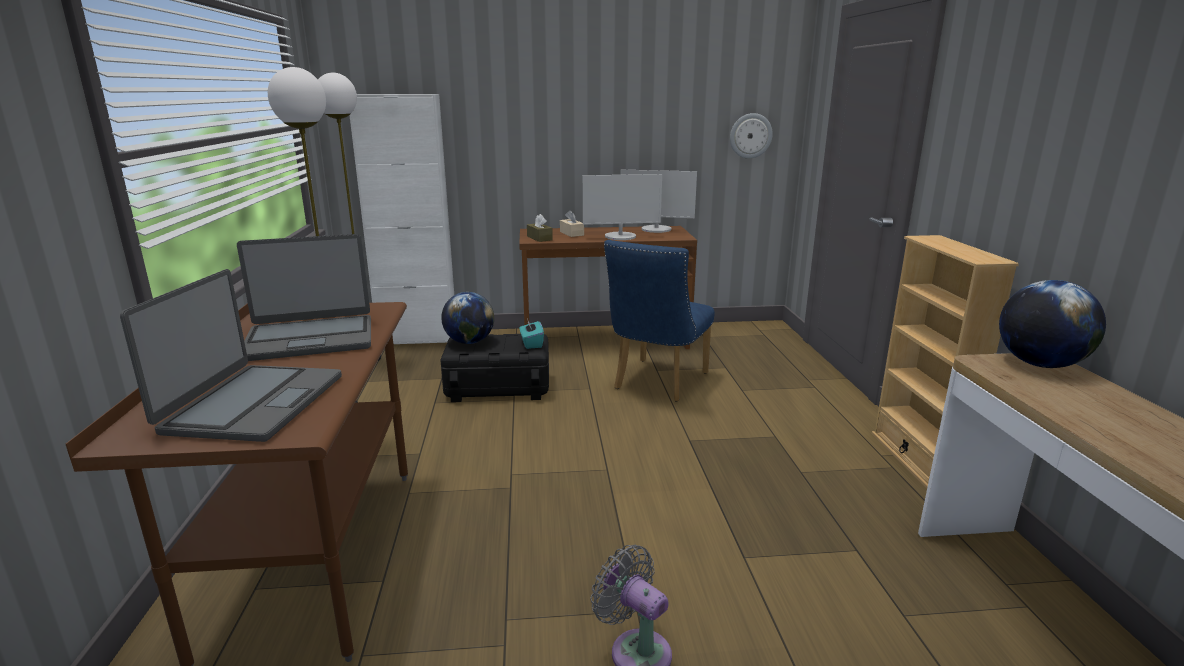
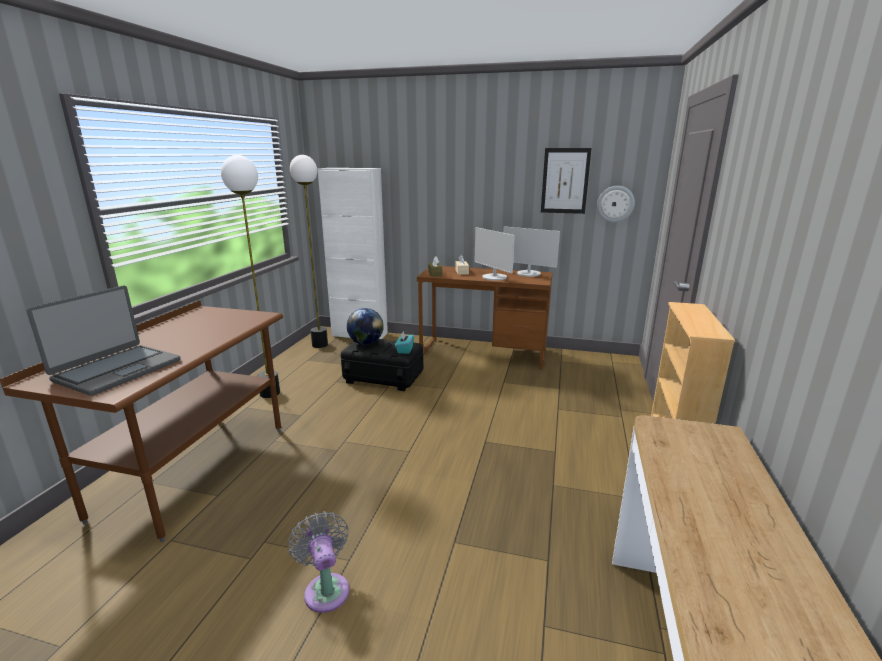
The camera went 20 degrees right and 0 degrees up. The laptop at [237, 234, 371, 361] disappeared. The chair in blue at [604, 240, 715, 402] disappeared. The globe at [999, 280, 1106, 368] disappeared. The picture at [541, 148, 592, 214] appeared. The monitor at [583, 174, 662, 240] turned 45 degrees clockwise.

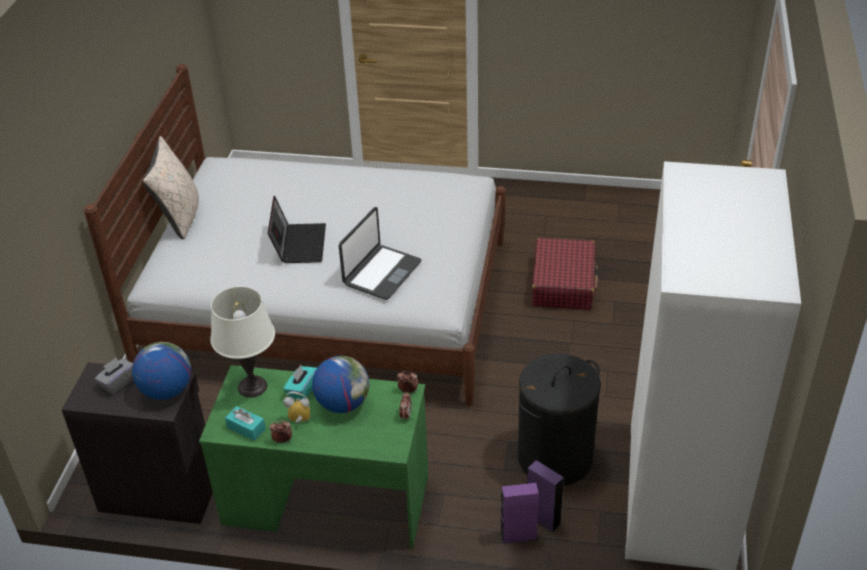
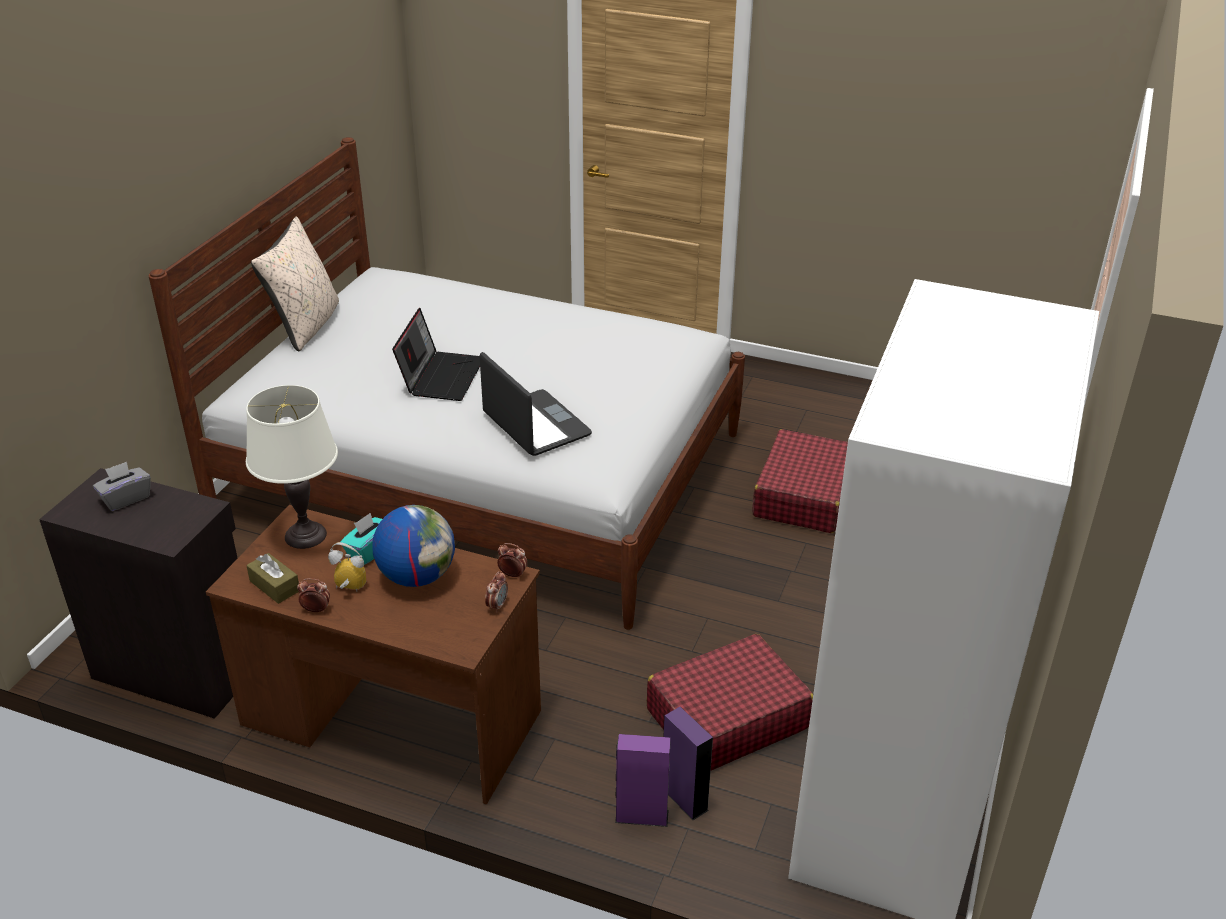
The camera went 10 degrees right and 5 degrees down. The globe at [132, 342, 191, 400] disappeared. The laundry basket in black at [518, 354, 601, 486] was replaced by the suitcase in red at [647, 634, 813, 770]. The desk in green at [199, 365, 428, 548] became the desk in brown at [206, 505, 541, 804]. The tissue box in turquoise at [225, 406, 266, 441] became the tissue box in brown at [246, 553, 299, 604]. The laptop at [339, 207, 422, 300] turned 75 degrees counterclockwise.

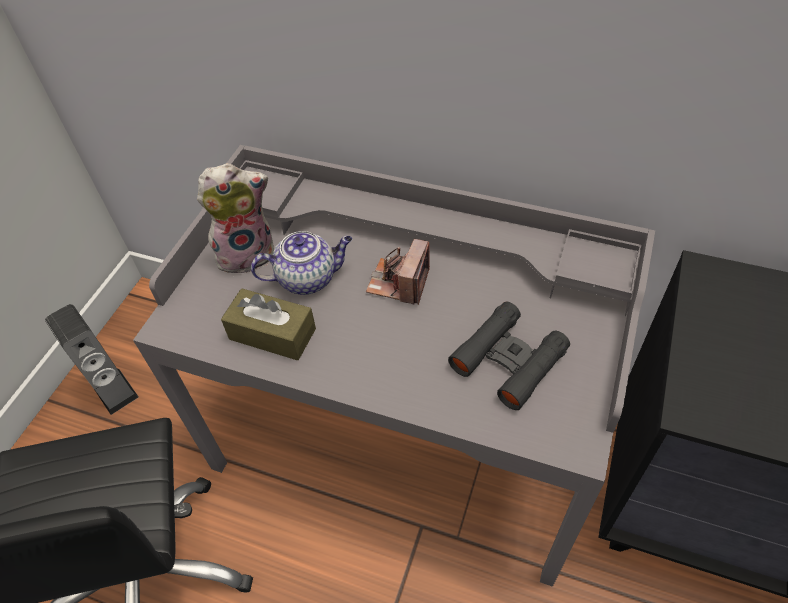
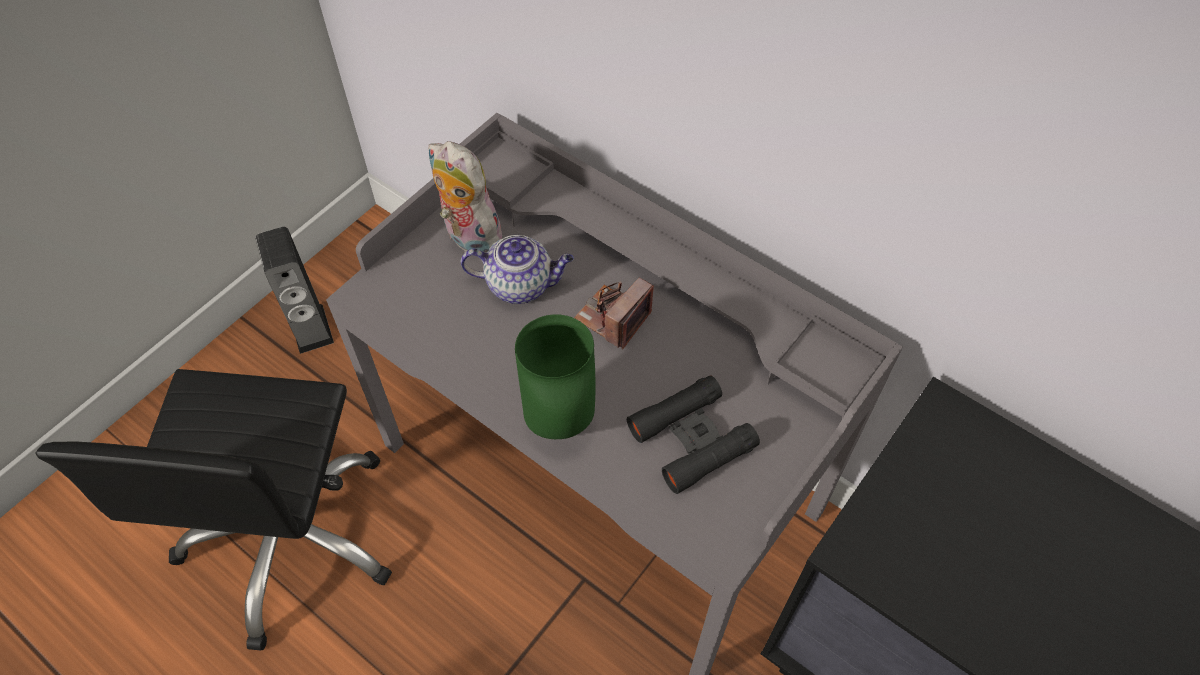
The camera went 15 degrees right and 5 degrees up. The tissue box in brown at [221, 288, 316, 360] disappeared. The vase in green at [515, 314, 596, 439] appeared. The plush toy at [197, 163, 274, 277] turned 135 degrees counterclockwise.

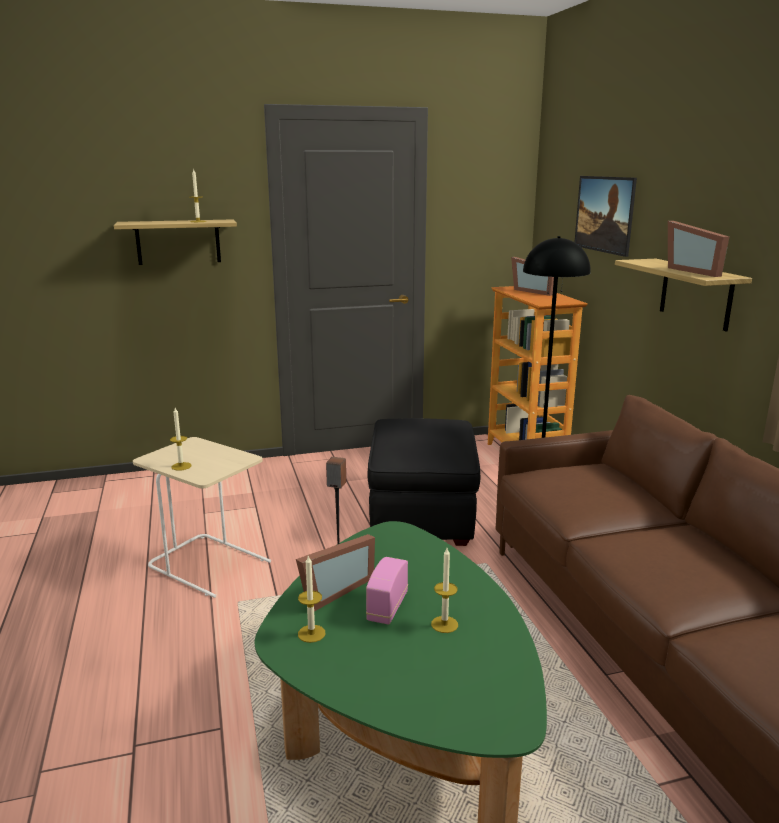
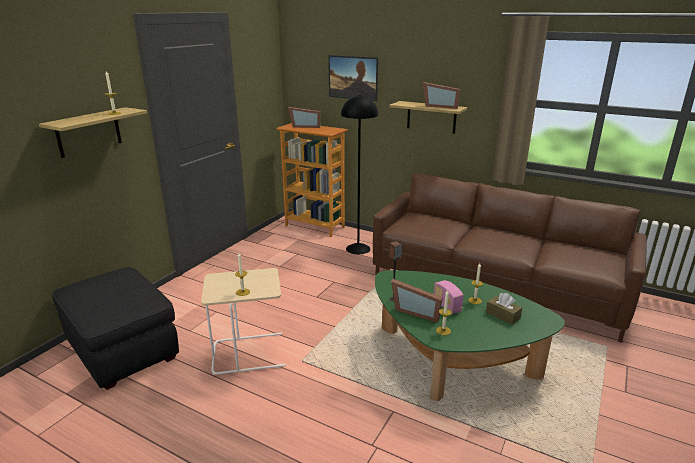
The camera went 45 degrees left and 5 degrees up. The tissue box in brown at [486, 293, 522, 325] appeared. The ottoman in black moved from [367, 418, 480, 546] to [52, 267, 179, 390]. The picture frame at [296, 534, 375, 612] turned 120 degrees clockwise.

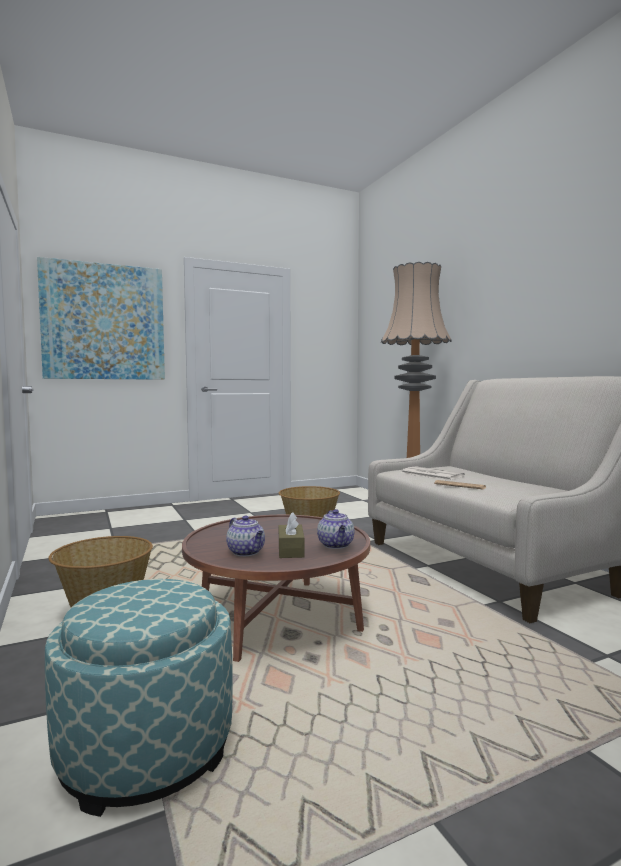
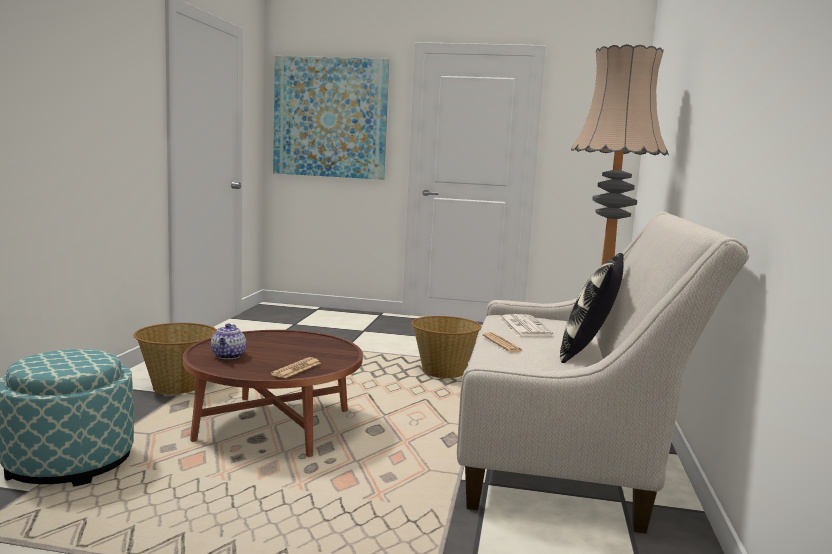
The camera went 35 degrees right and 5 degrees up. The tissue box in brown at [279, 512, 304, 558] disappeared. The pillow at [560, 253, 624, 363] appeared. The teapot at [317, 509, 355, 549] was replaced by the newspaper at [271, 357, 320, 378].

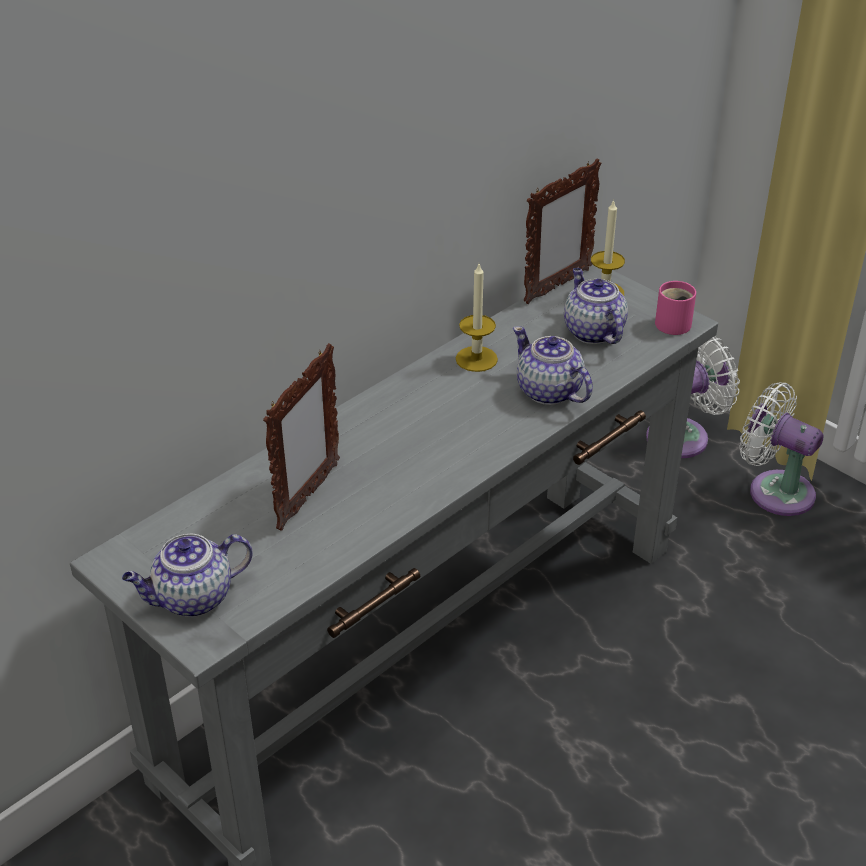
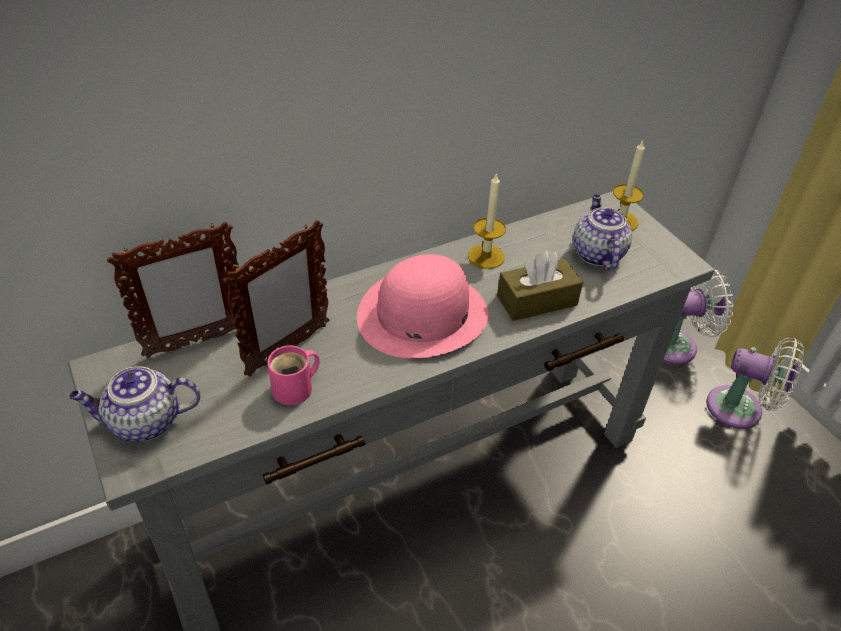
The camera went 15 degrees right and 5 degrees up. The hat in pink at [357, 254, 488, 358] appeared. The picture frame moved from [524, 159, 601, 304] to [107, 222, 244, 358]. The mug in pink moved from [655, 281, 696, 335] to [267, 345, 320, 405]. The teapot at [513, 326, 593, 405] was replaced by the tissue box in brown at [497, 251, 583, 321]. The fan in white at [739, 382, 824, 516] turned 150 degrees clockwise.

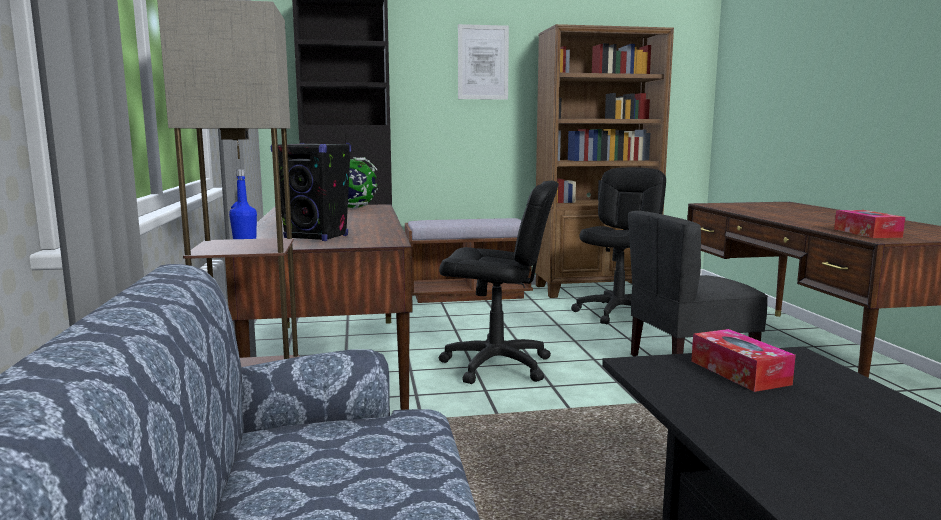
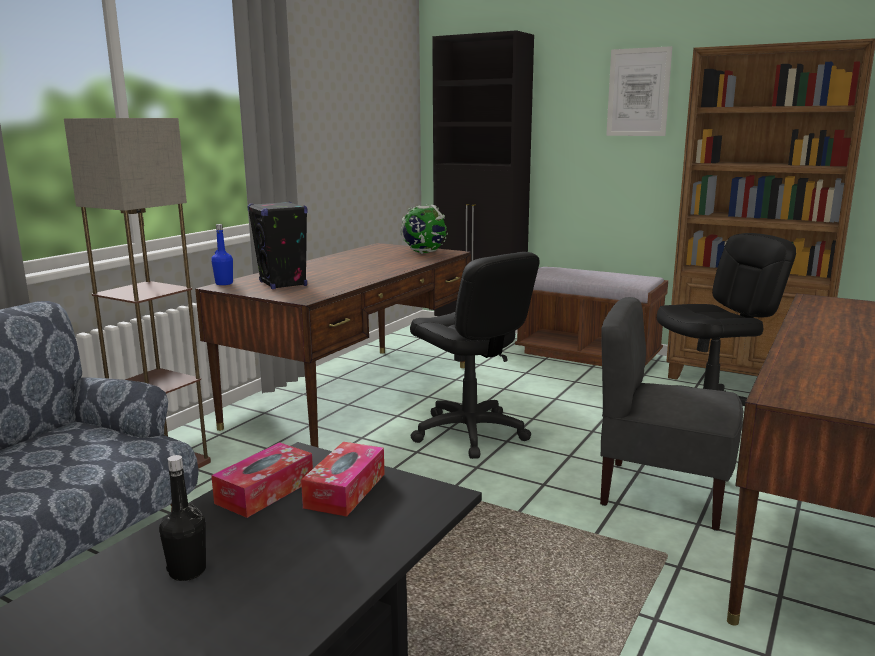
The camera went 40 degrees right and 5 degrees up. The bottle in black at [159, 455, 206, 581] appeared. The tissue box moved from [834, 210, 905, 238] to [211, 442, 313, 518].

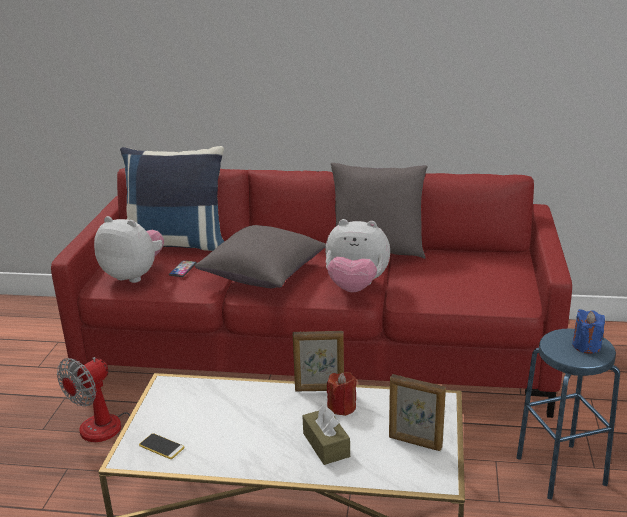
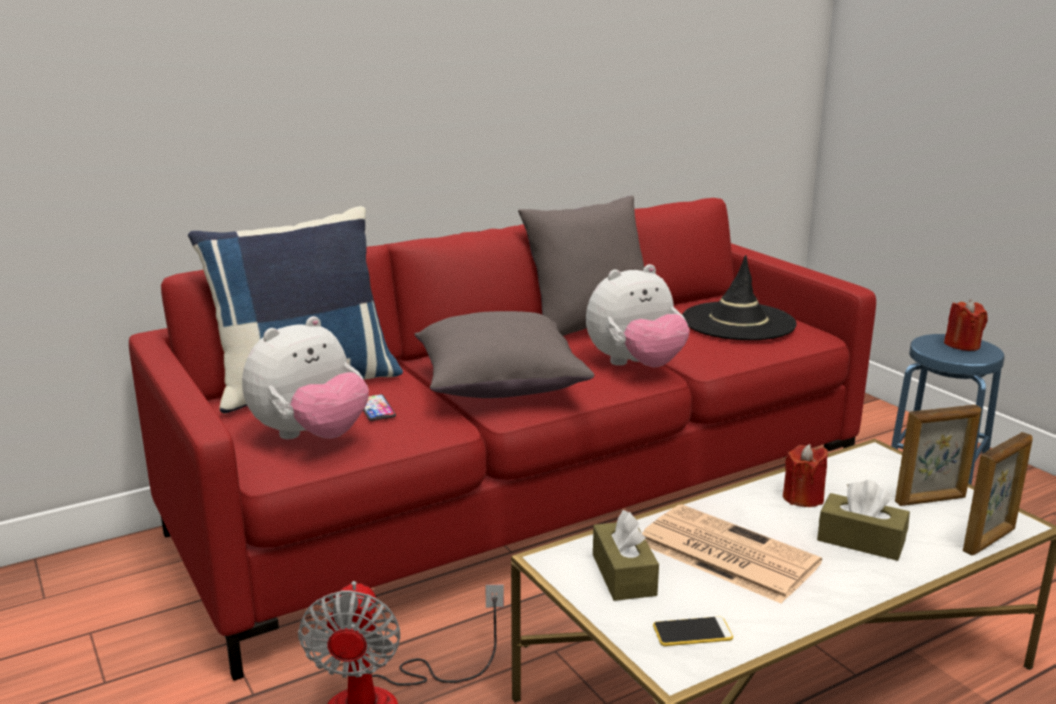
The camera went 40 degrees left and 5 degrees down. The tissue box in brown at [593, 510, 659, 601] appeared. The newspaper at [642, 504, 822, 604] appeared. The hat in black at [682, 255, 797, 340] appeared. The picture frame moved from [293, 331, 344, 391] to [963, 432, 1033, 555]. The candle in blue at [572, 309, 605, 354] became the candle in red at [944, 299, 988, 351]. The plush toy at [94, 216, 164, 283] turned 150 degrees clockwise.

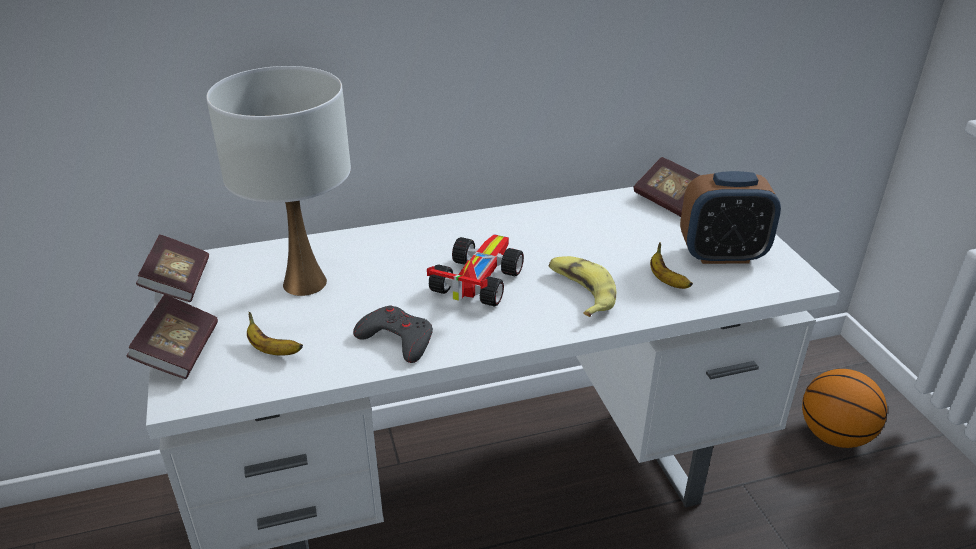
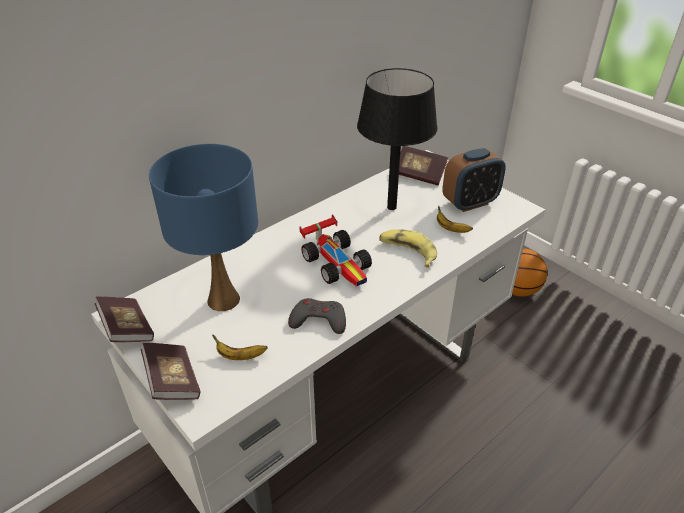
The camera went 25 degrees left and 5 degrees up. The table lamp in black at [357, 68, 438, 210] appeared. The table lamp in white at [206, 66, 351, 296] became the table lamp in blue at [149, 144, 258, 311]. The toy car at [427, 234, 524, 306] turned 150 degrees clockwise.

